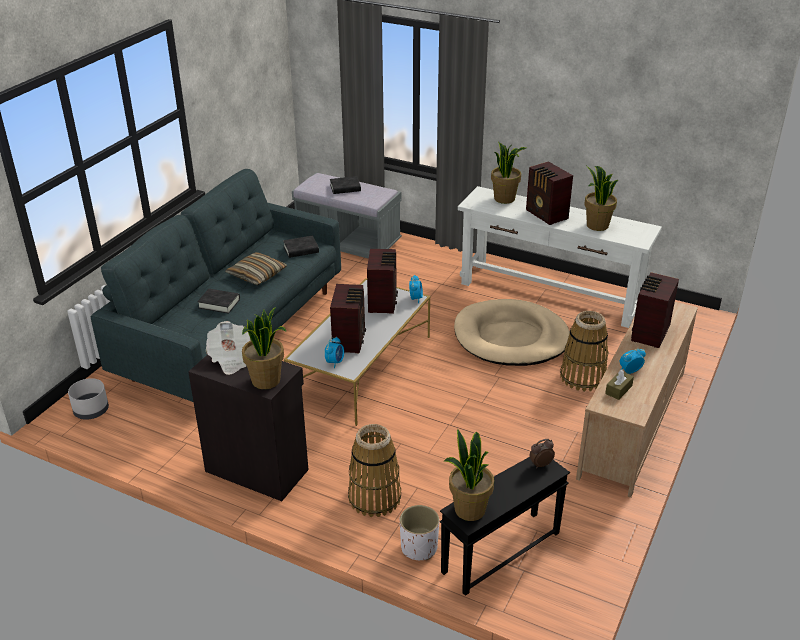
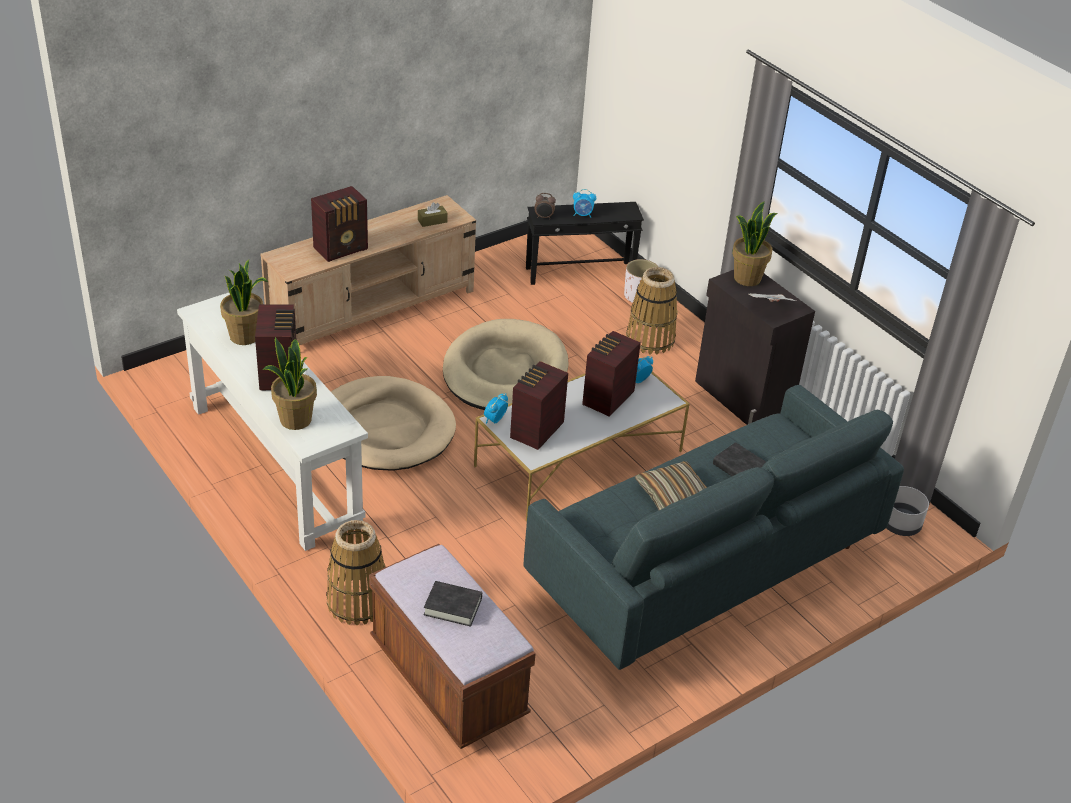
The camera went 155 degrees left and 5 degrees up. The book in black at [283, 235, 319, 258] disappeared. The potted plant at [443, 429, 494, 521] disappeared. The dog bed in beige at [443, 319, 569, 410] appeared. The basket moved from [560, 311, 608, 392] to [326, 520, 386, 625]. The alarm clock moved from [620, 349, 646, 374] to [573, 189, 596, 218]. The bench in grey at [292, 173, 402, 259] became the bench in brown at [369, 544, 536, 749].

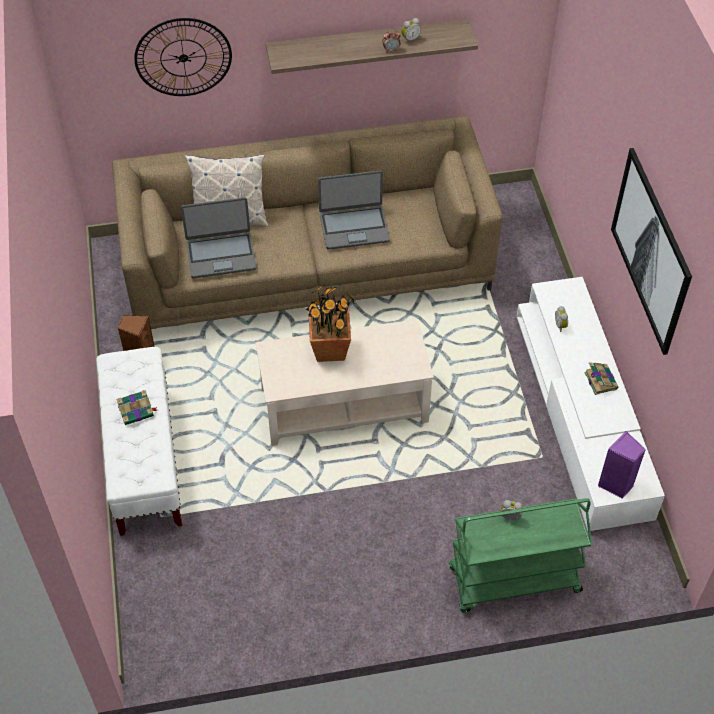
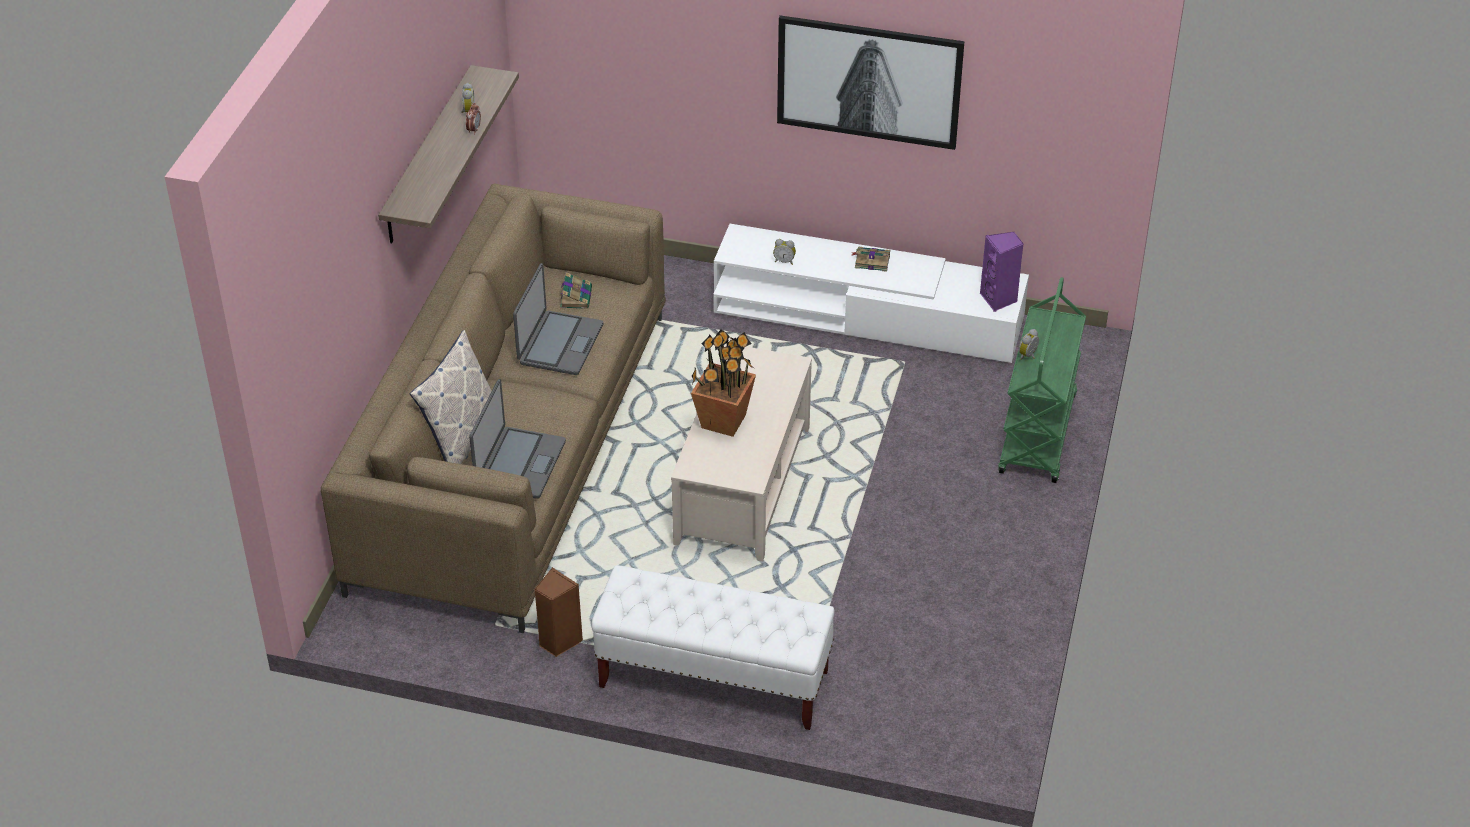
The camera went 65 degrees left and 10 degrees down. The wall clock at [134, 18, 232, 96] disappeared. The book moved from [116, 390, 157, 425] to [560, 272, 592, 309].

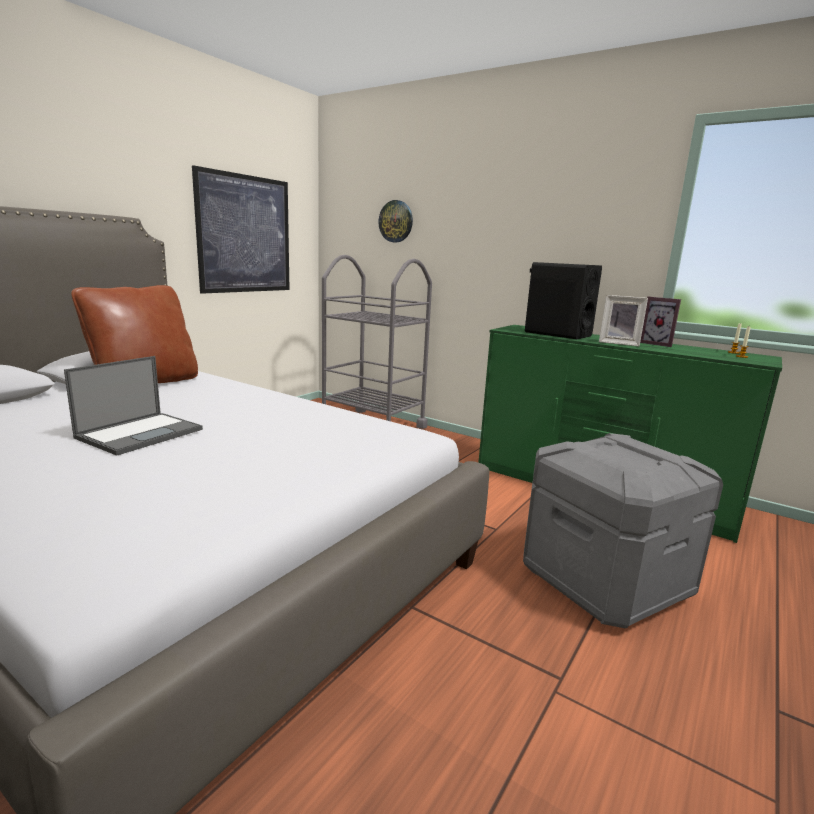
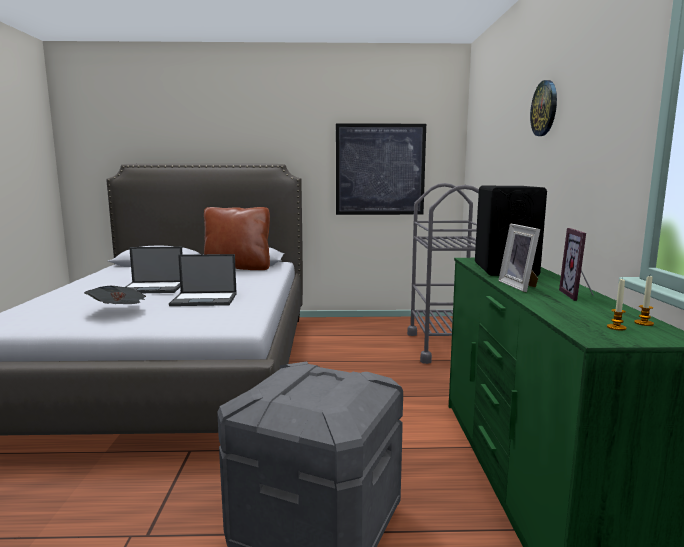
The camera went 55 degrees right and 5 degrees down. The newspaper at [84, 286, 146, 304] appeared. The laptop at [169, 254, 237, 306] appeared. The wall clock moved from [378, 200, 413, 242] to [530, 80, 557, 136].

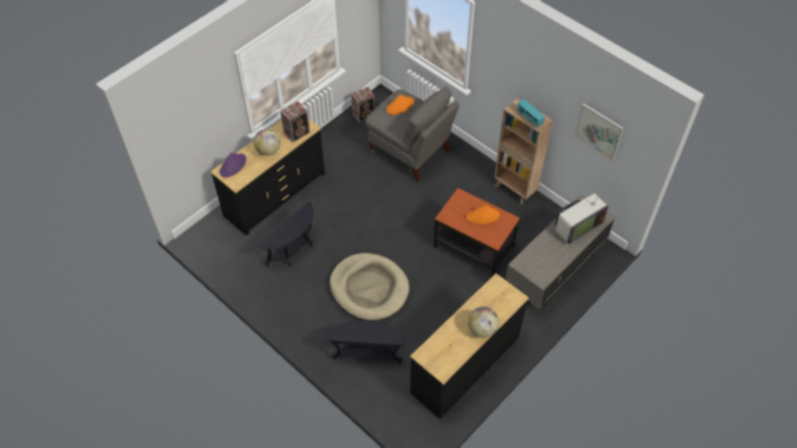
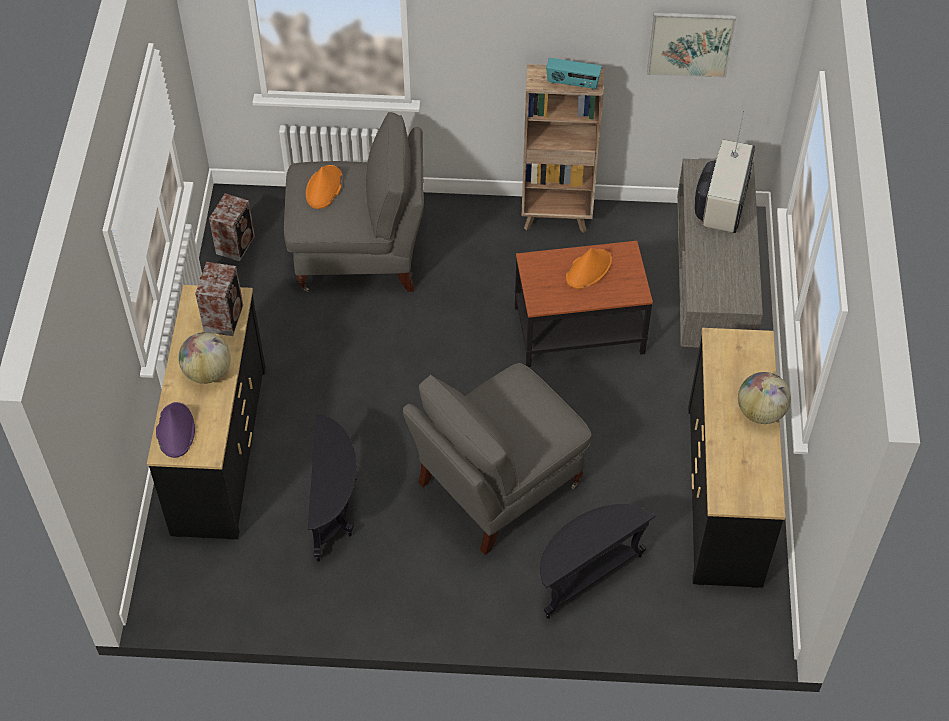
The camera went 40 degrees left and 0 degrees up. The dog bed in beige at [330, 253, 409, 320] was replaced by the armchair in grey at [403, 363, 591, 555].

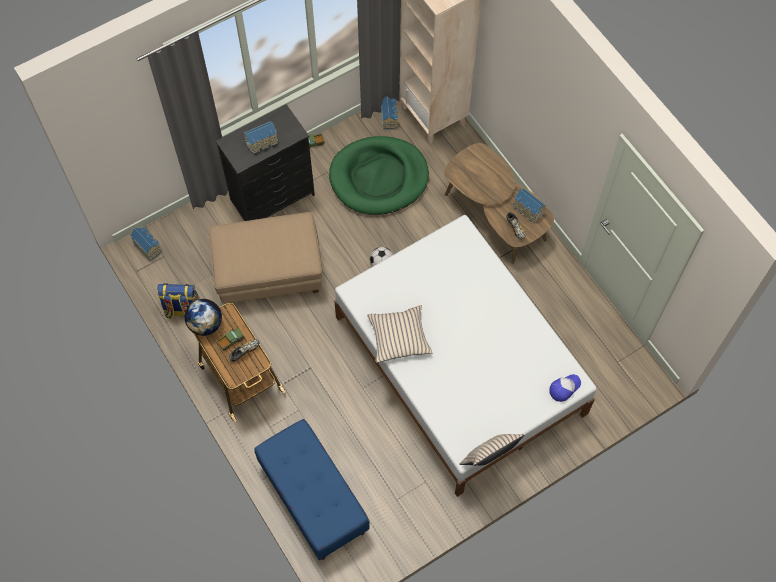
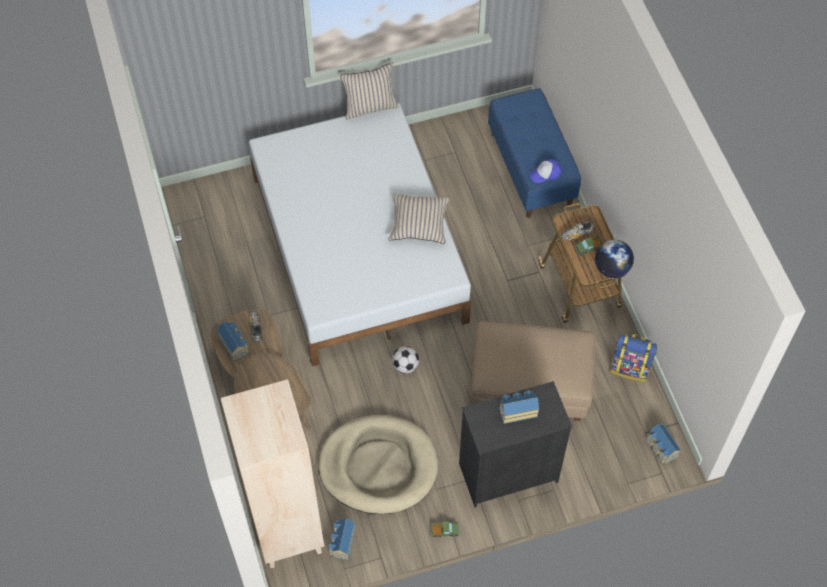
The camera went 165 degrees left and 5 degrees down. The cap moved from [549, 374, 581, 402] to [529, 159, 562, 183]. The dog bed in green at [329, 136, 429, 215] became the dog bed in beige at [319, 415, 438, 514].

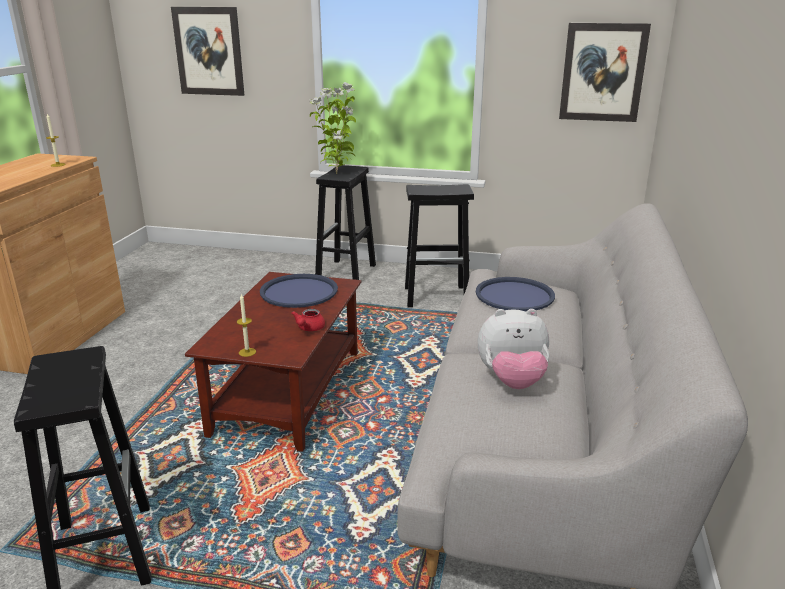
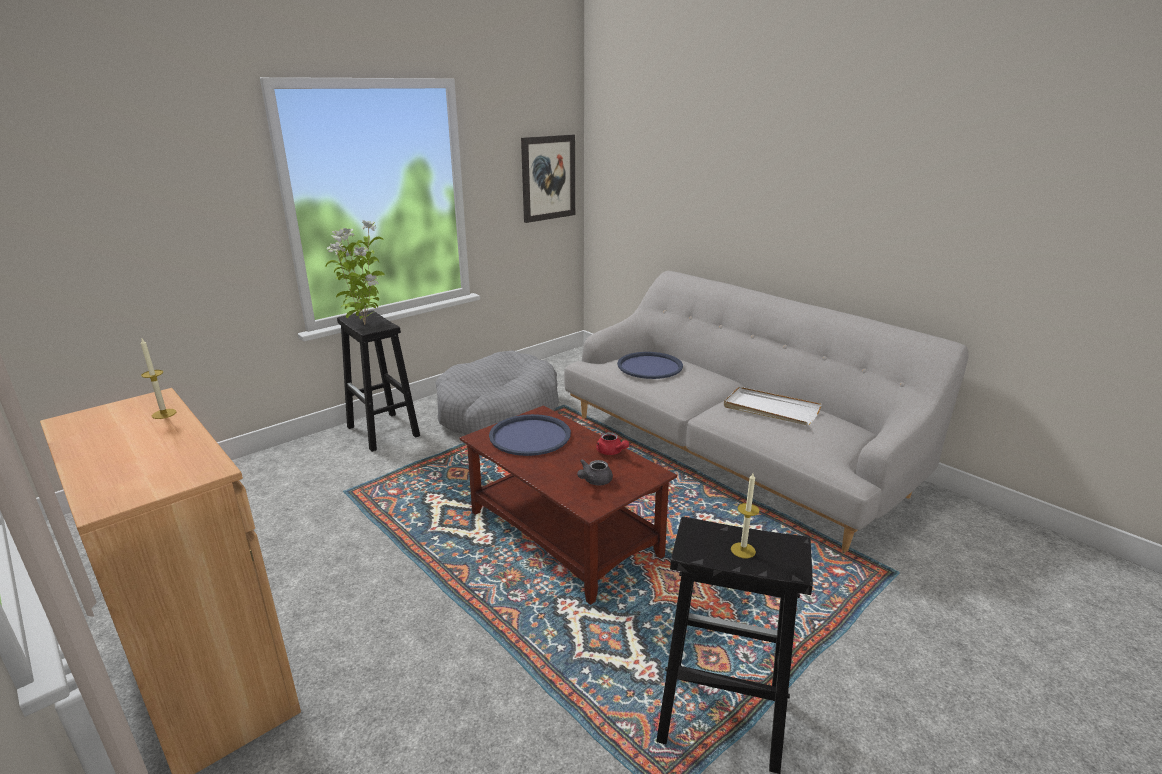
The camera went 55 degrees left and 0 degrees up. The picture at [171, 7, 244, 96] disappeared. The teapot in grey at [577, 459, 613, 485] appeared. The candle moved from [237, 293, 256, 357] to [731, 473, 760, 558]. The stool in black at [405, 184, 474, 307] was replaced by the dog bed in grey at [436, 350, 559, 435]. The plush toy at [478, 309, 550, 389] was replaced by the tray in white at [724, 387, 822, 426].

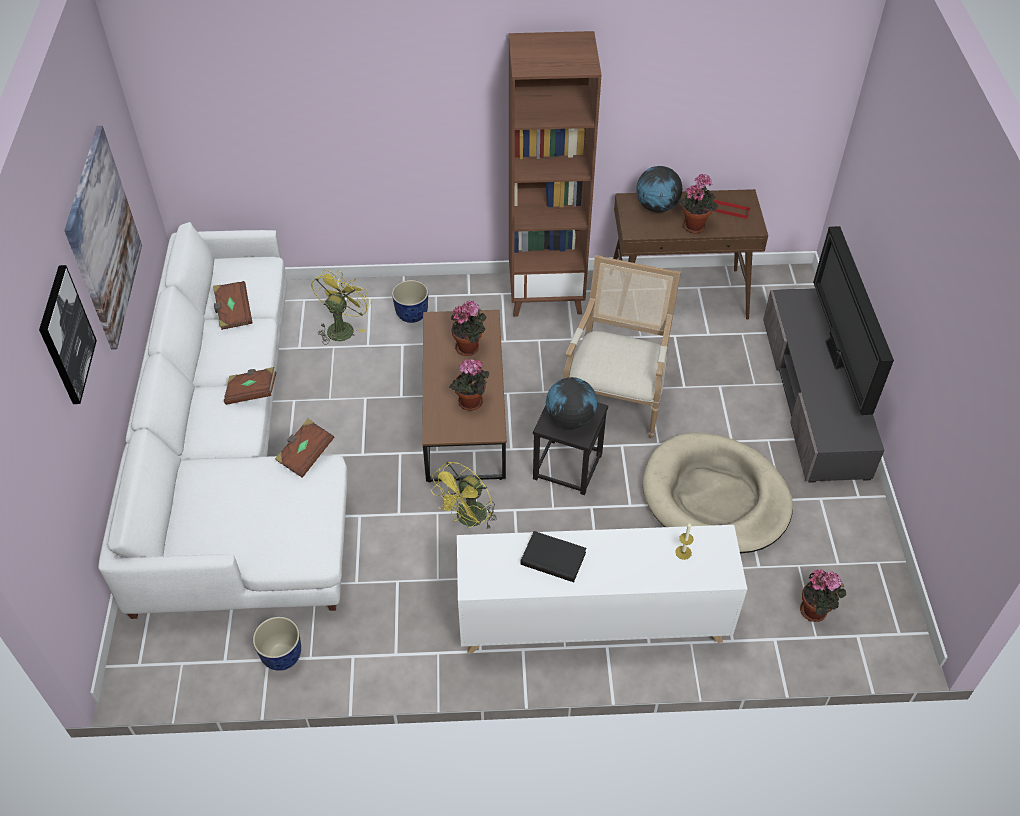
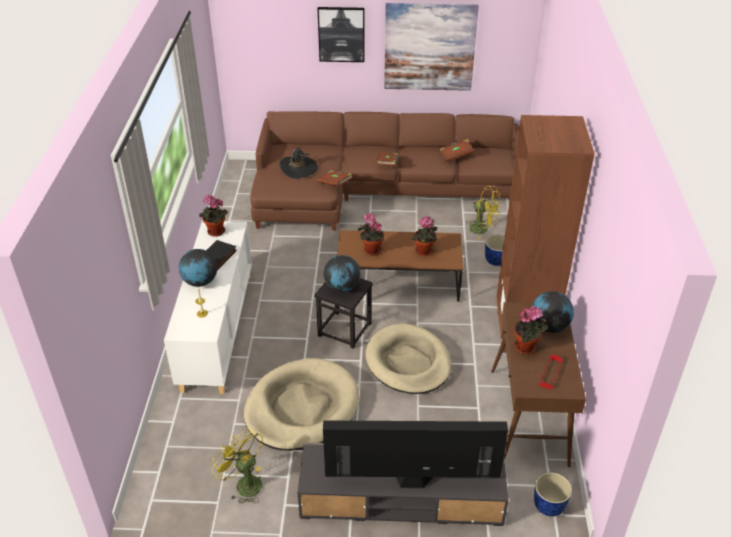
The camera went 95 degrees right and 10 degrees down. The globe at [179, 249, 217, 287] appeared. The hat in black at [279, 147, 318, 179] appeared. The planter moved from [253, 617, 301, 671] to [534, 472, 572, 516]. The fan in yellow moved from [431, 462, 497, 529] to [212, 428, 263, 504]. The potted plant moved from [800, 570, 846, 622] to [199, 195, 228, 237]. The armchair at [563, 255, 681, 438] was replaced by the dog bed in beige at [366, 323, 452, 394]. The sofa in white at [98, 222, 348, 619] became the sofa in brown at [250, 111, 519, 231].

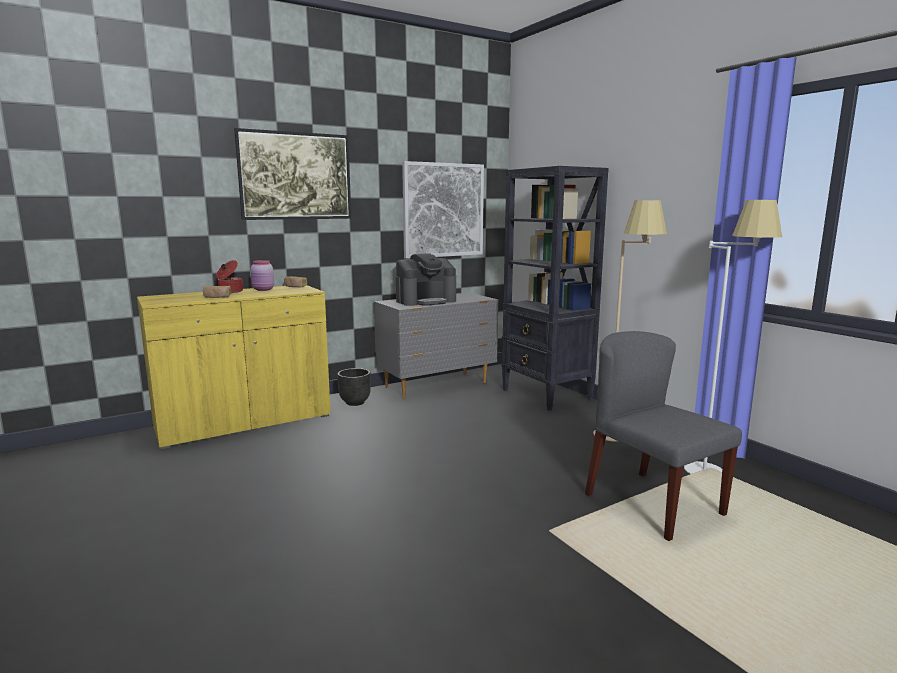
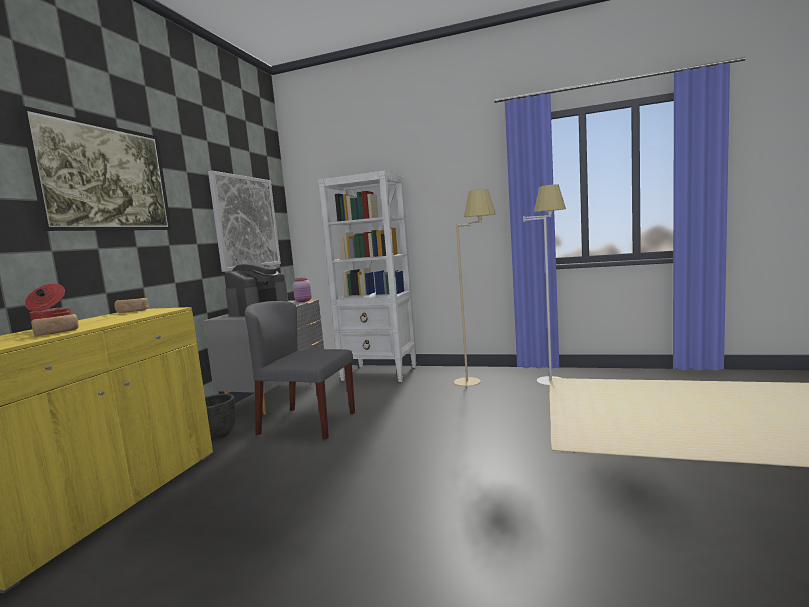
The camera went 40 degrees left and 5 degrees down. The jar in pink moved from [251, 260, 274, 291] to [293, 278, 312, 302]. The chair in grey moved from [585, 331, 742, 541] to [245, 301, 355, 440]. The bookcase in black at [501, 166, 609, 411] became the bookcase in white at [318, 171, 416, 382].

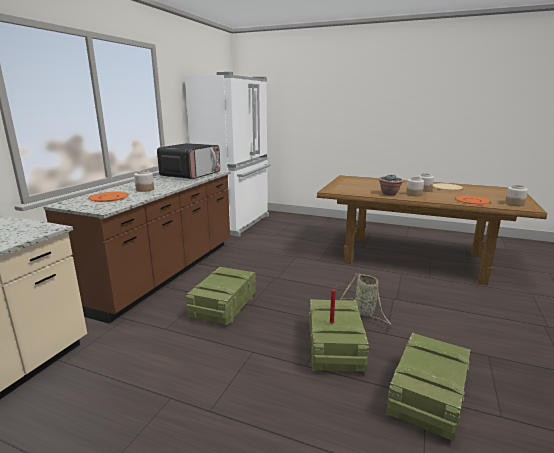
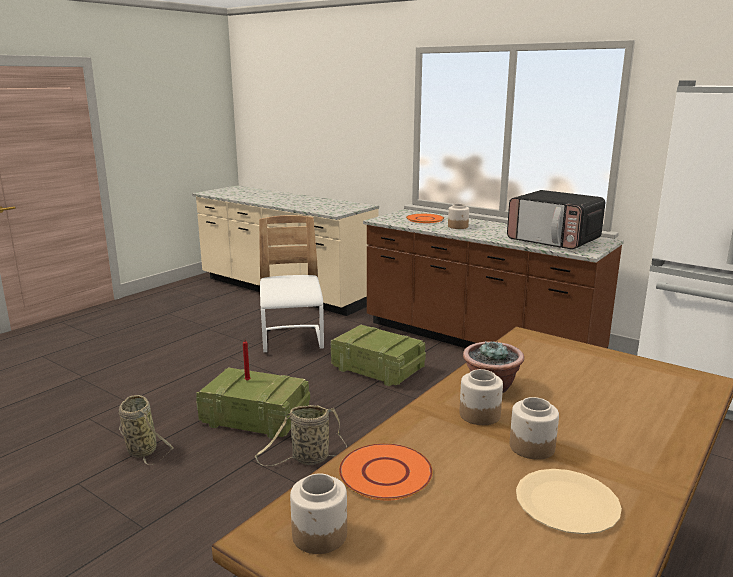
The camera went 105 degrees right and 0 degrees up. The chair in white at [259, 215, 324, 352] appeared. The crate at [386, 333, 470, 442] was replaced by the basket at [119, 395, 174, 465].

